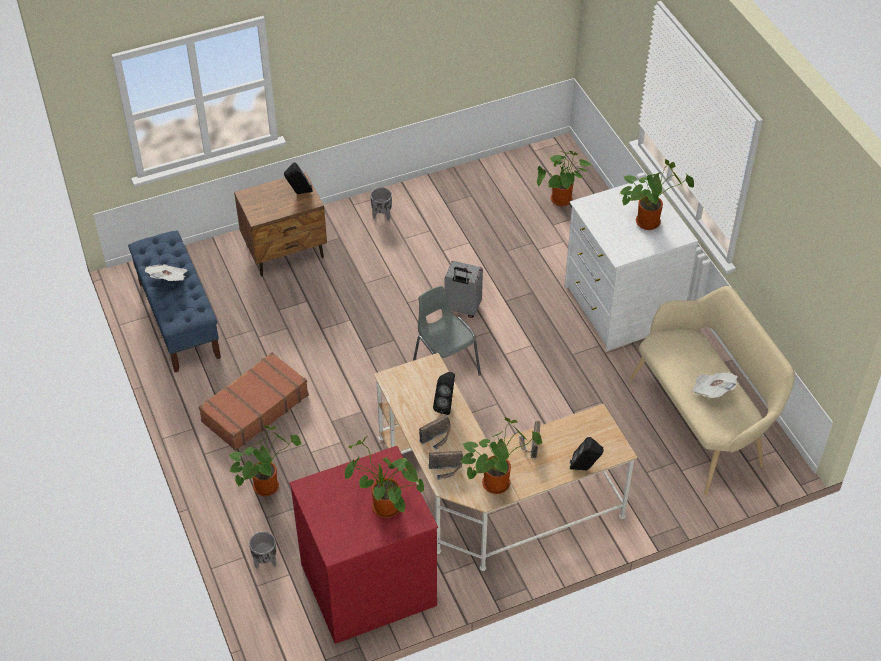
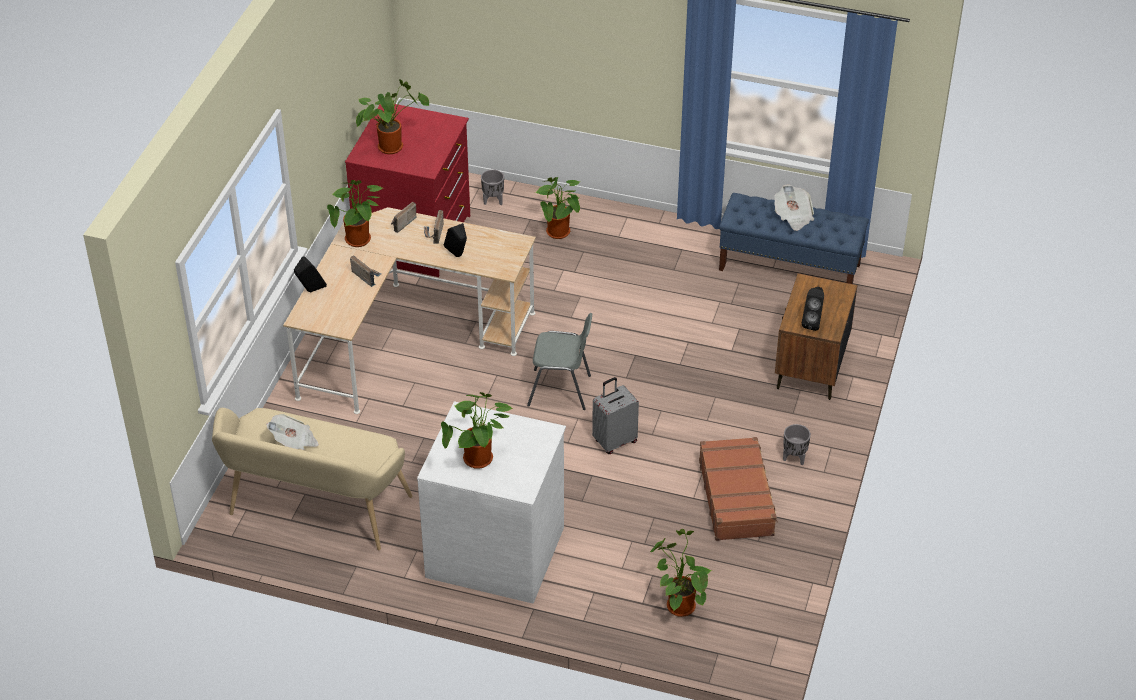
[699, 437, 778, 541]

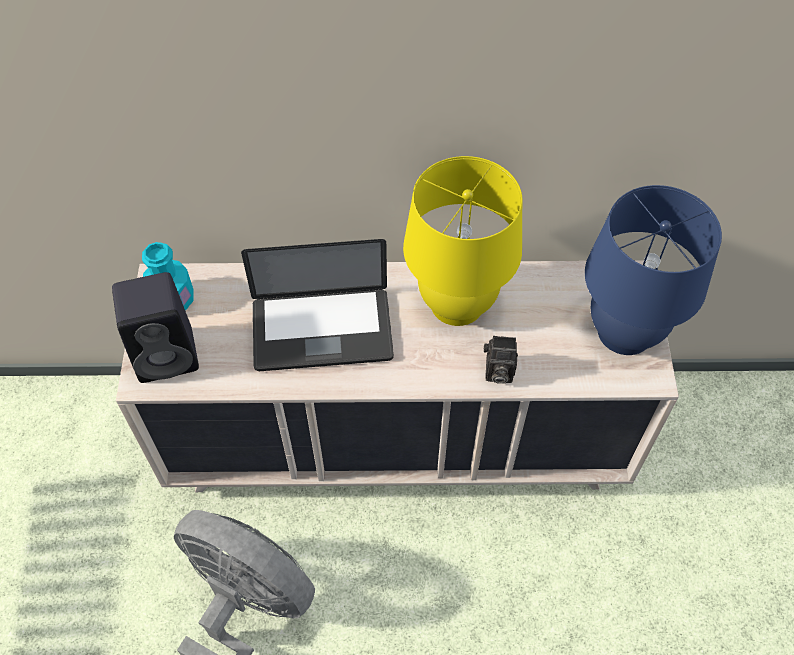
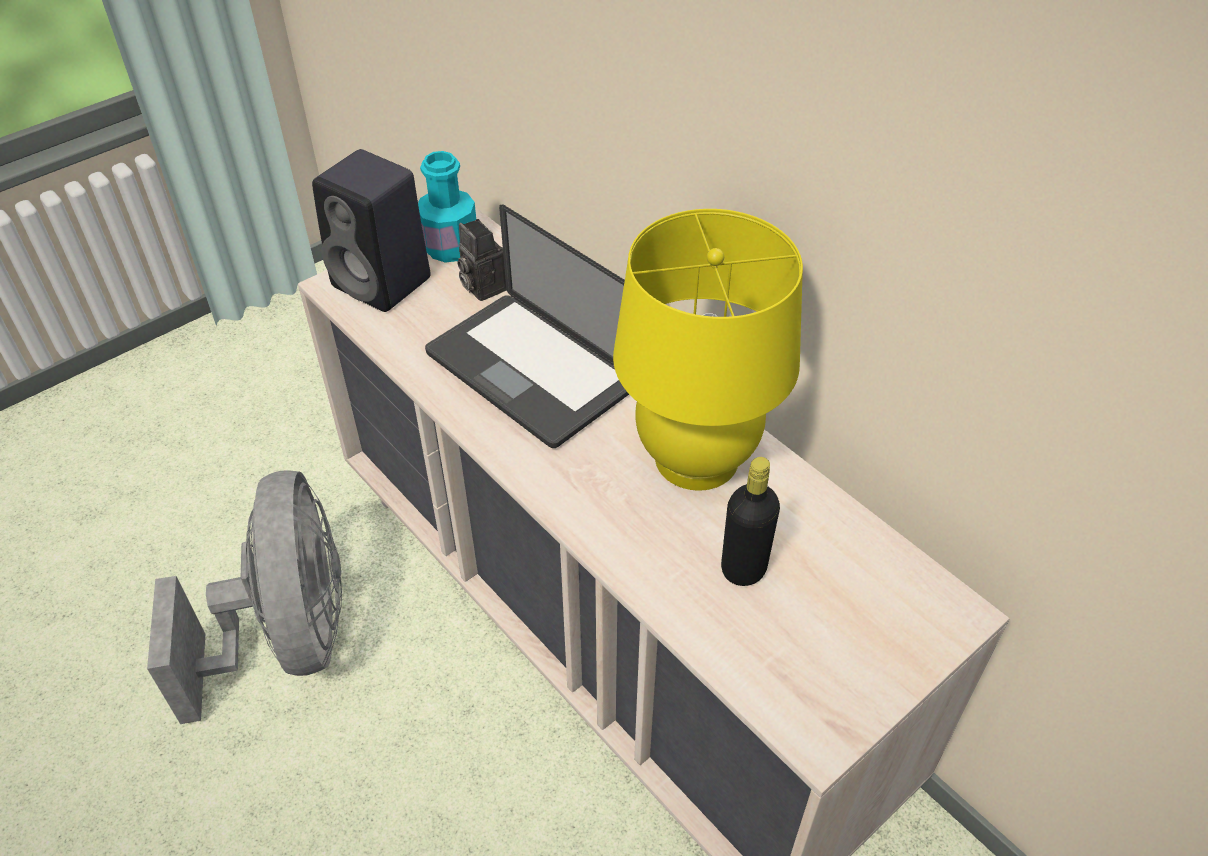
[457, 219, 507, 301]
[585, 185, 722, 355] (first image)
[721, 457, 780, 586]

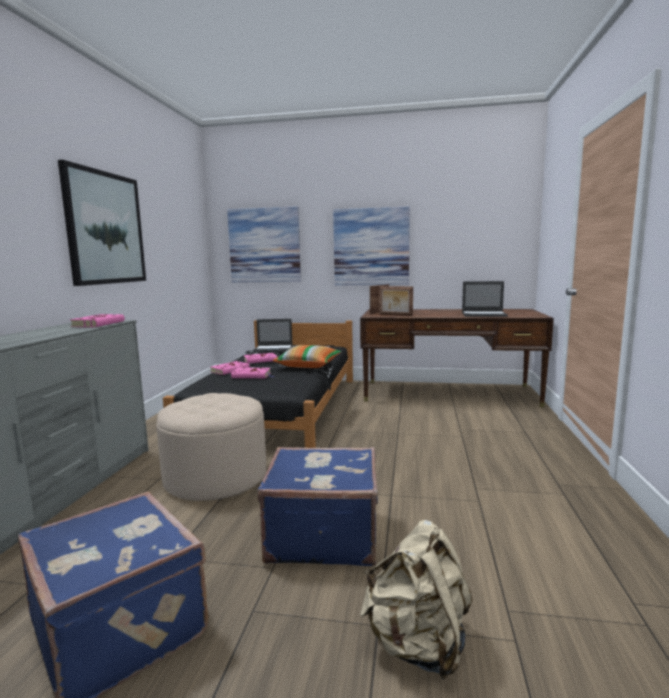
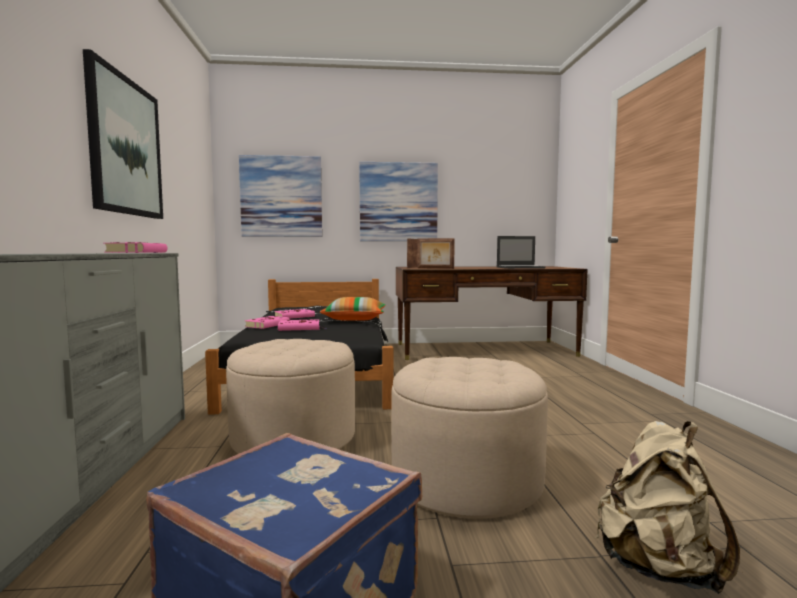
[254, 319, 293, 352] (first image)
[391, 357, 548, 519]

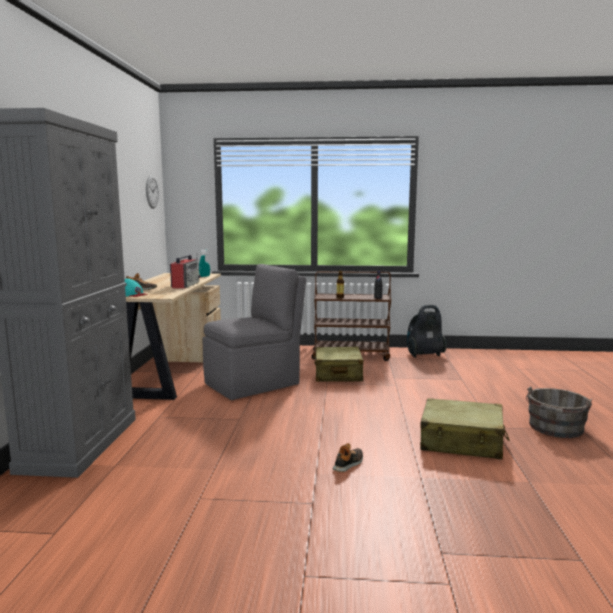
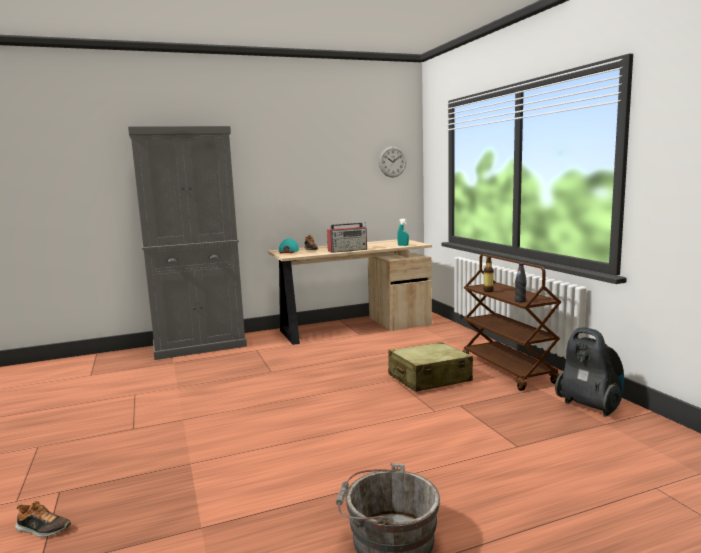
[203, 264, 306, 400] (first image)
[15, 501, 71, 537]
[420, 398, 510, 459] (first image)

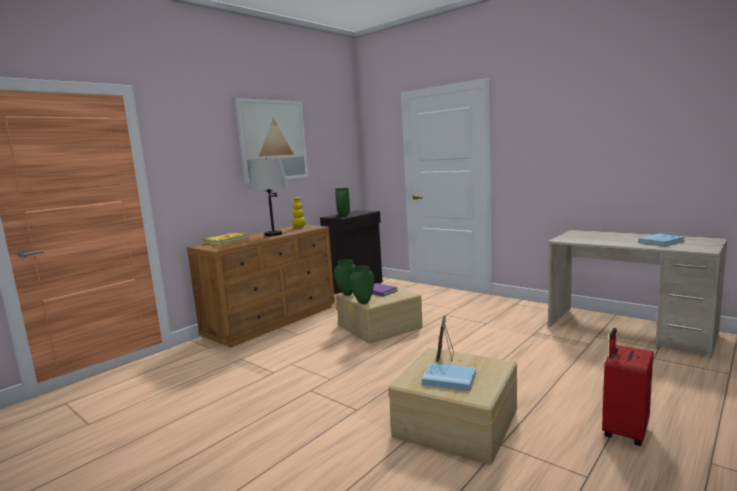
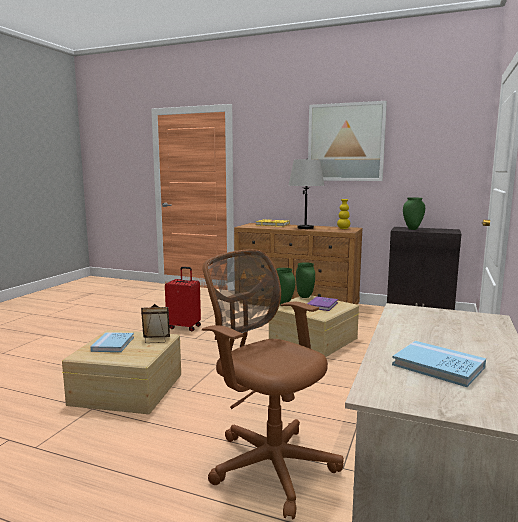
[165, 267, 201, 332]
[202, 249, 344, 520]

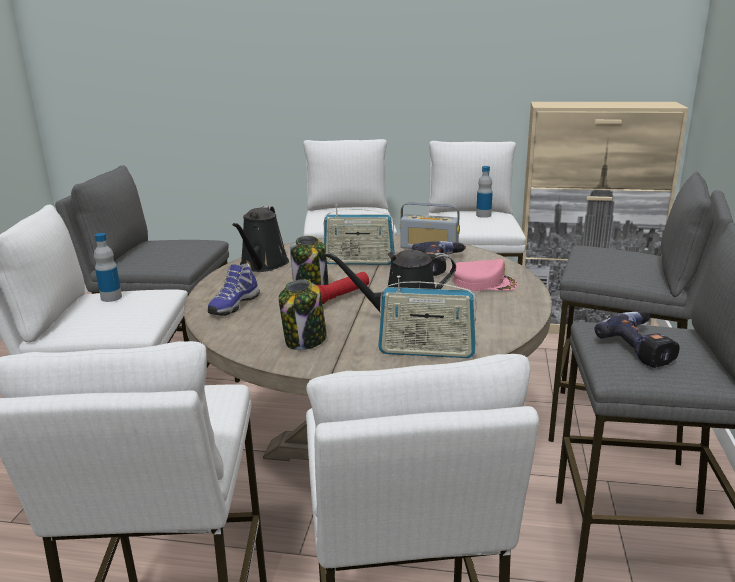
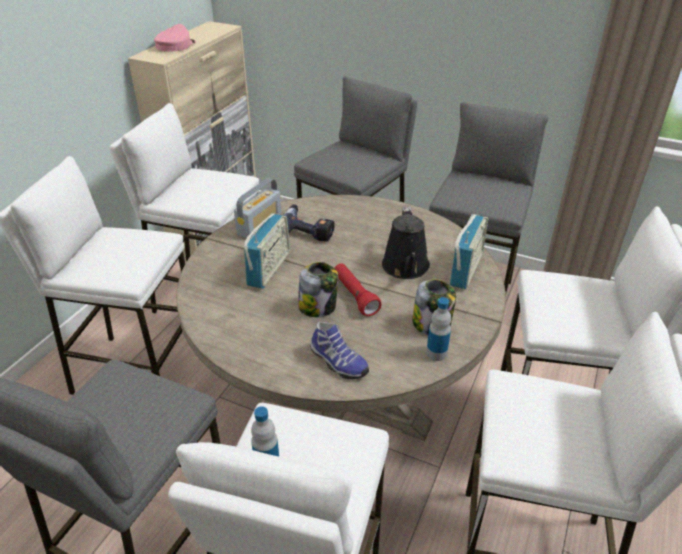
[233, 206, 289, 272] (first image)
[154, 24, 196, 51]
[426, 297, 451, 361]
[594, 311, 679, 368] (first image)

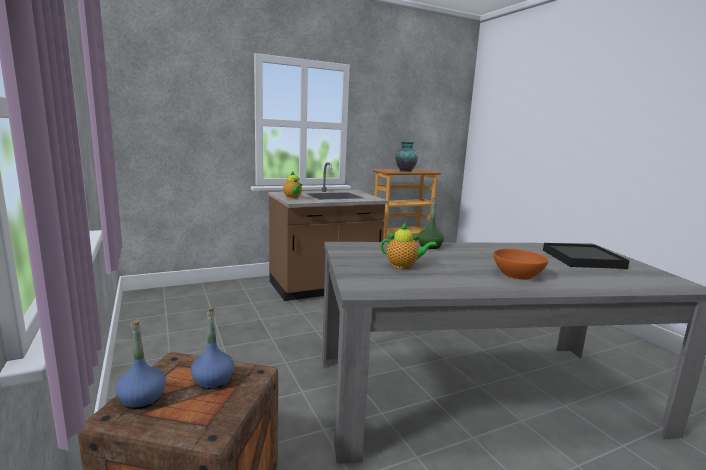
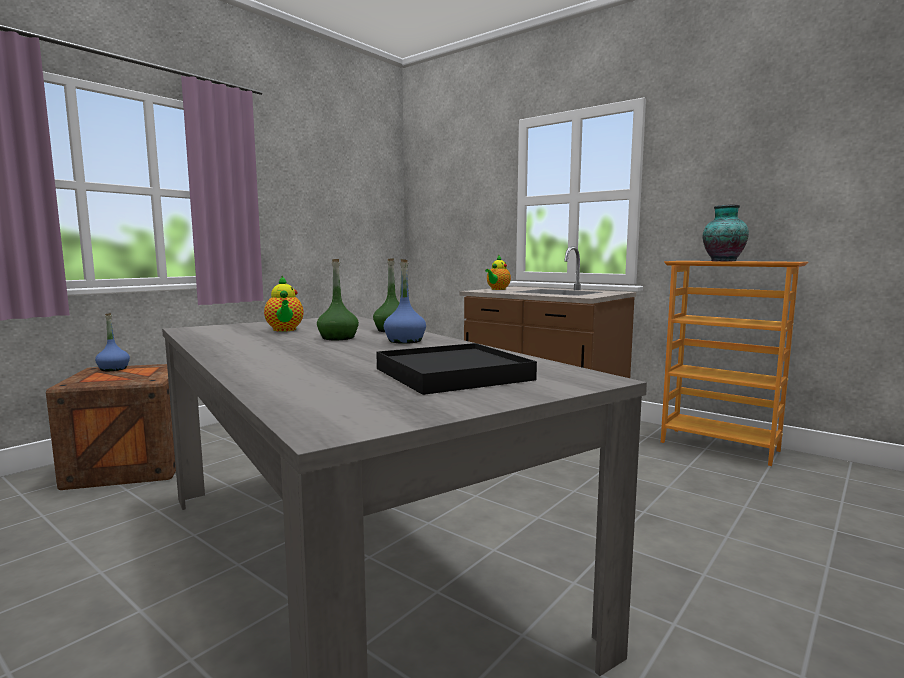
[384, 259, 426, 344]
[494, 249, 548, 280] (first image)
[317, 259, 359, 340]

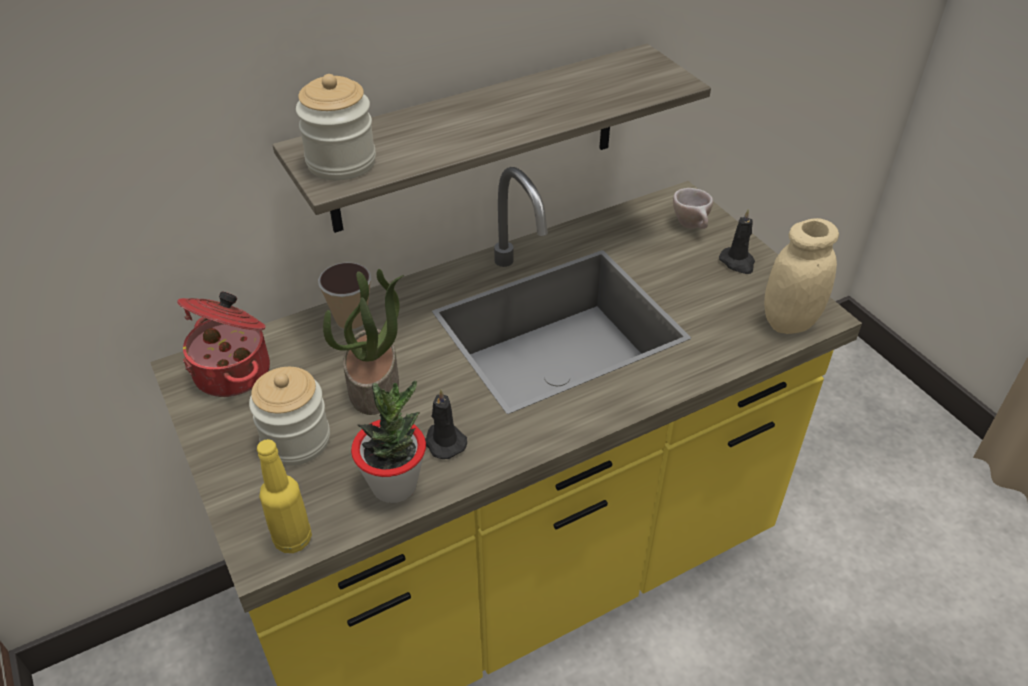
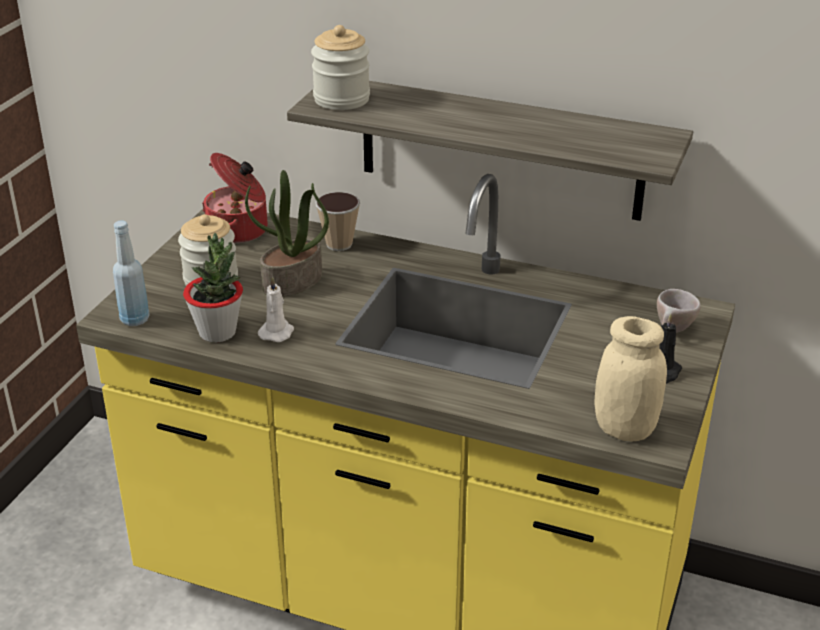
[113, 220, 150, 326]
[258, 276, 294, 342]

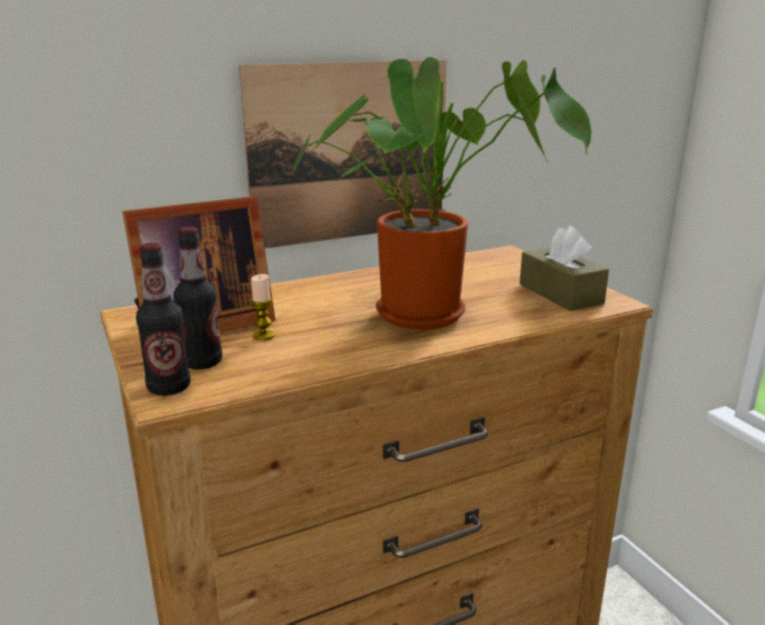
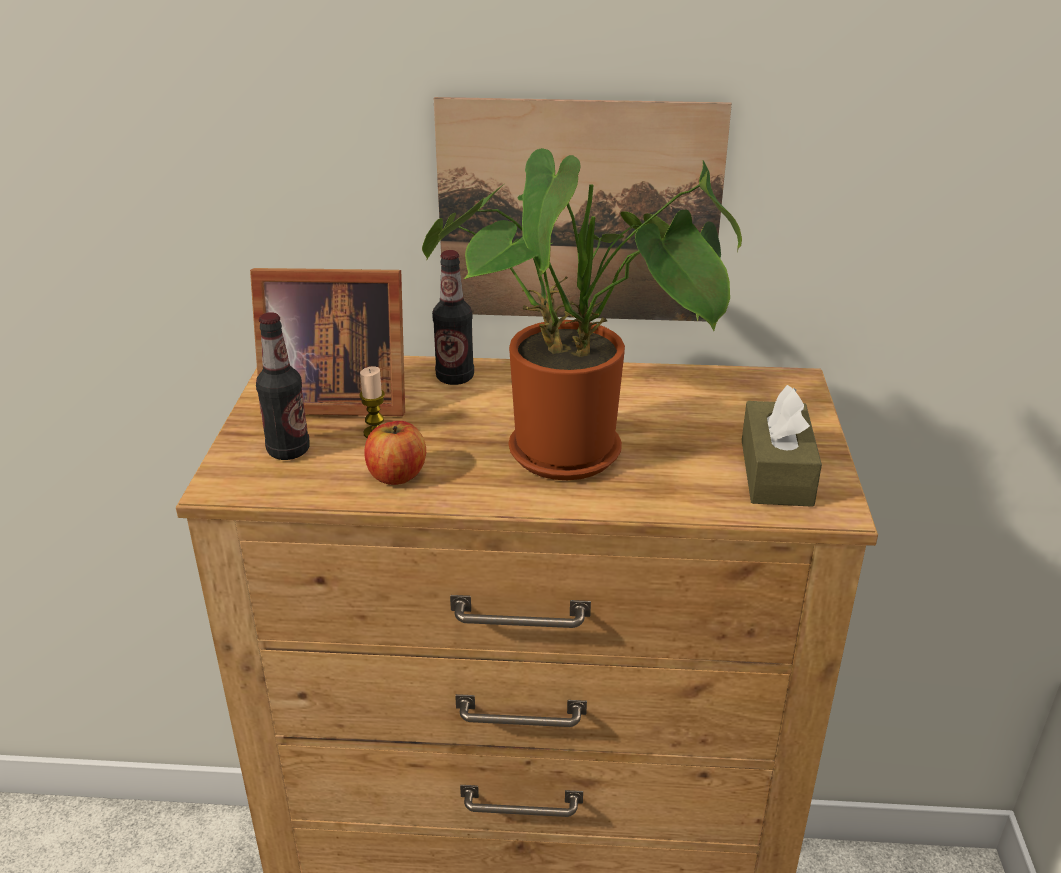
[432, 250, 474, 385]
[364, 421, 426, 485]

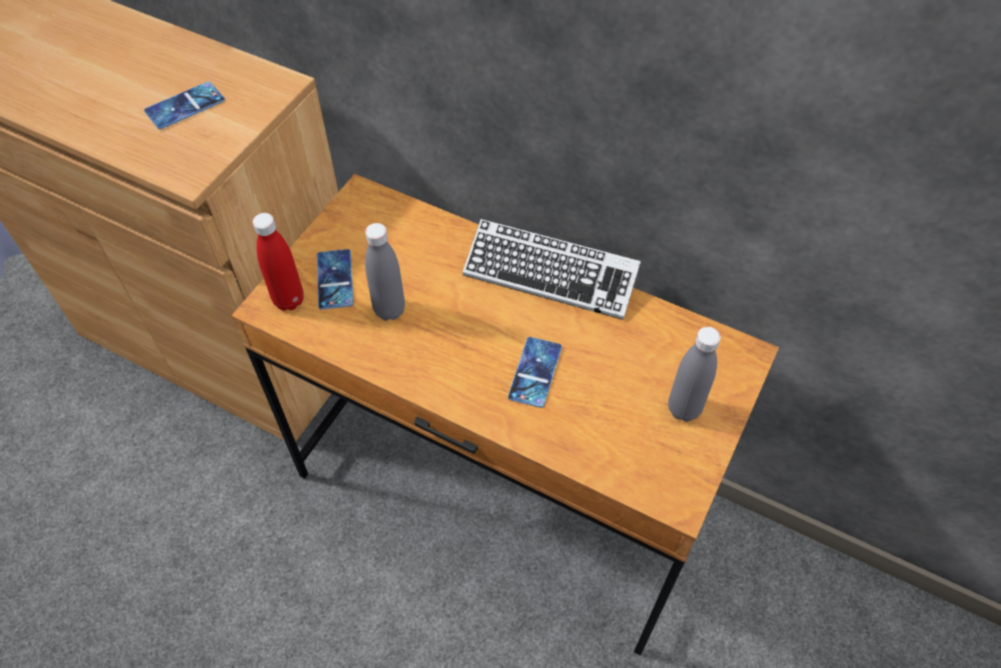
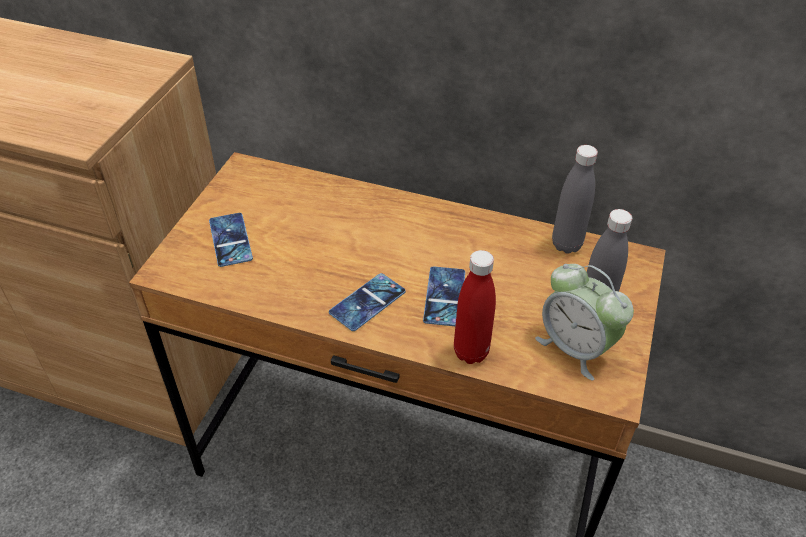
[329, 273, 406, 331]
[454, 250, 496, 364]
[552, 145, 598, 254]
[463, 219, 641, 320] (first image)
[535, 264, 634, 381]

